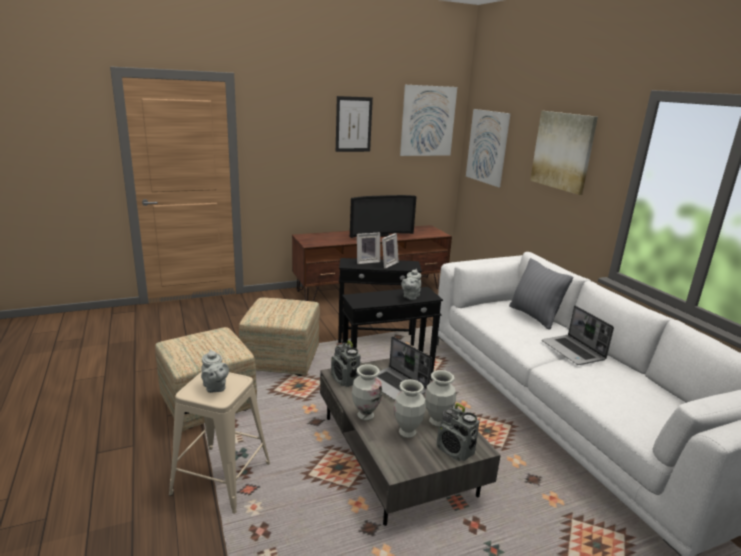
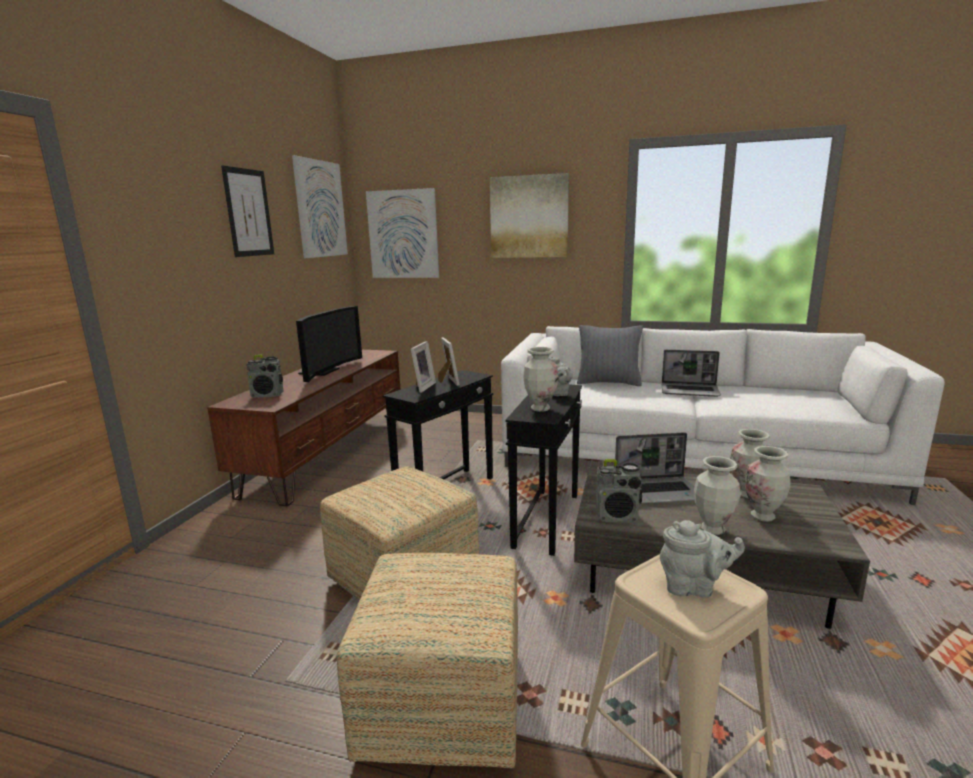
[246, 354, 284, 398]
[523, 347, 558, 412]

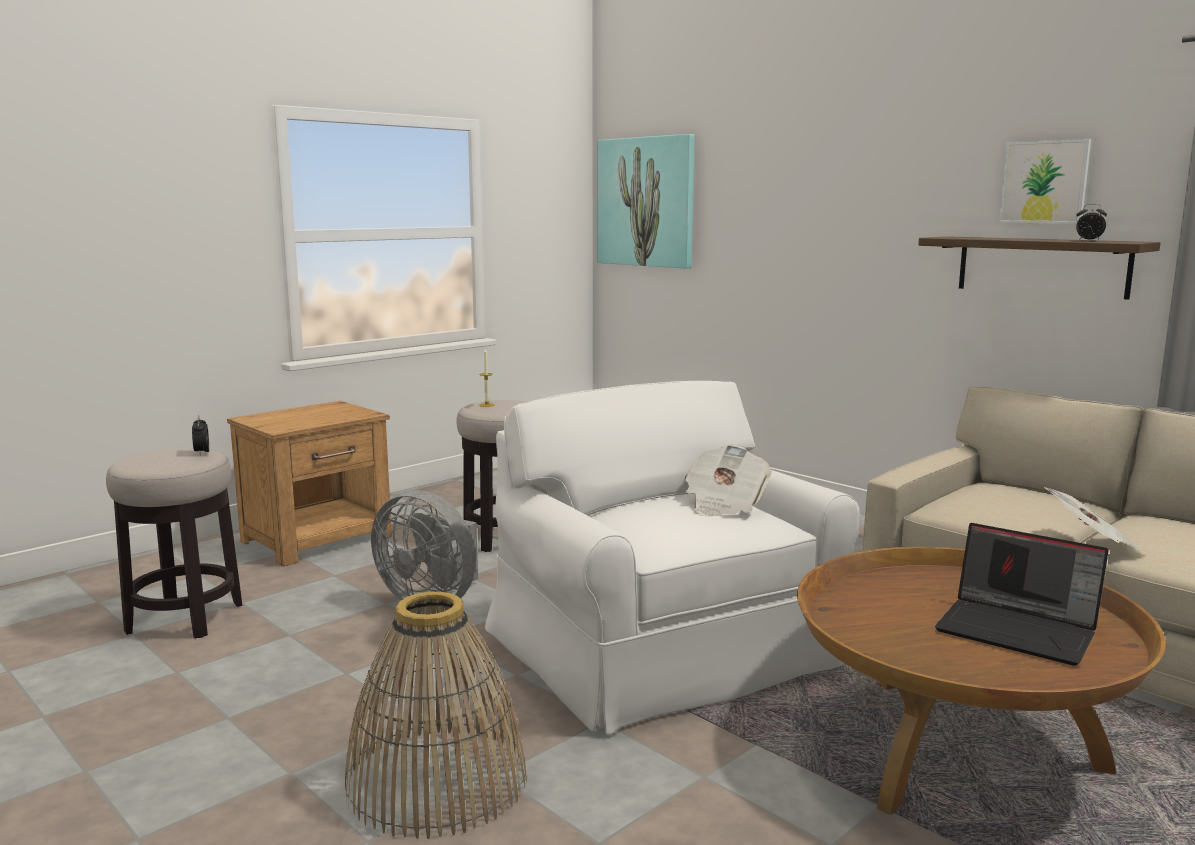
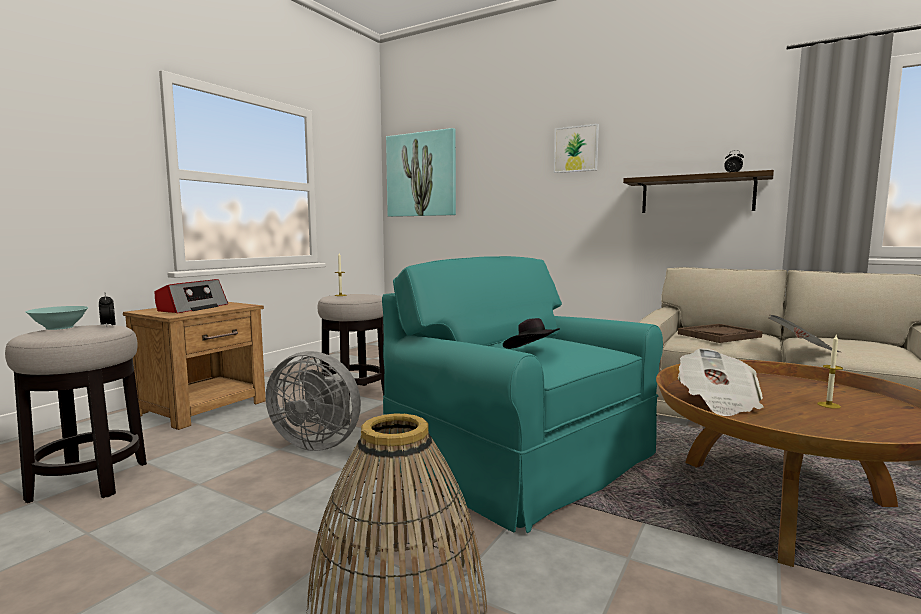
[379, 256, 663, 533]
[678, 348, 763, 416]
[817, 335, 843, 409]
[554, 124, 599, 173]
[26, 306, 89, 330]
[154, 279, 228, 313]
[503, 318, 560, 349]
[678, 324, 763, 343]

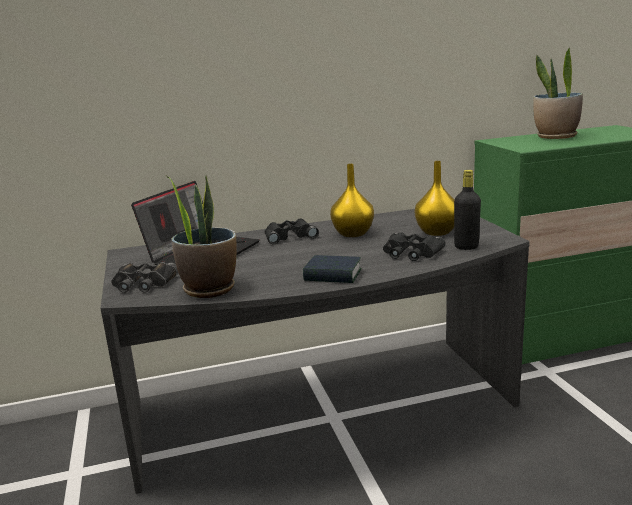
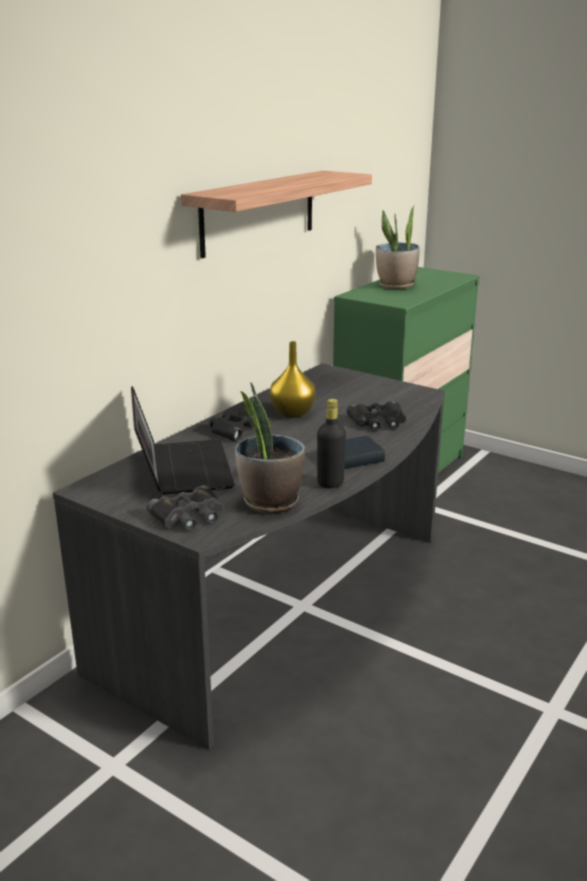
[415, 161, 454, 236] (first image)
[317, 399, 346, 488]
[181, 171, 372, 258]

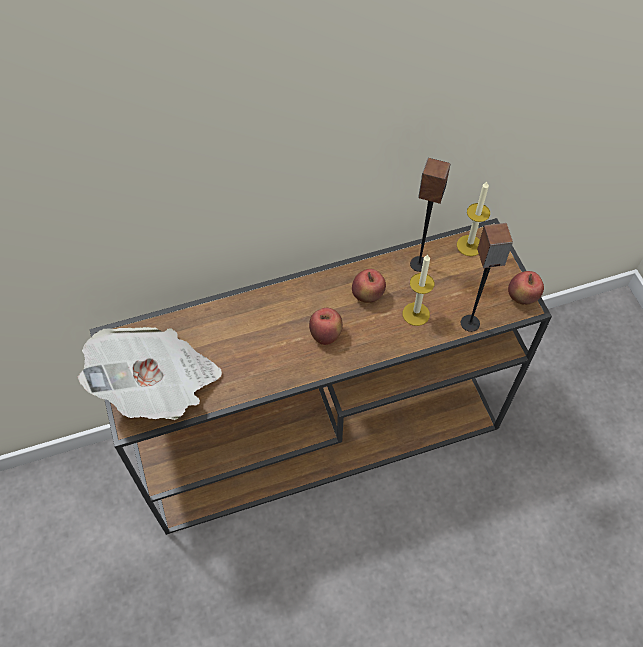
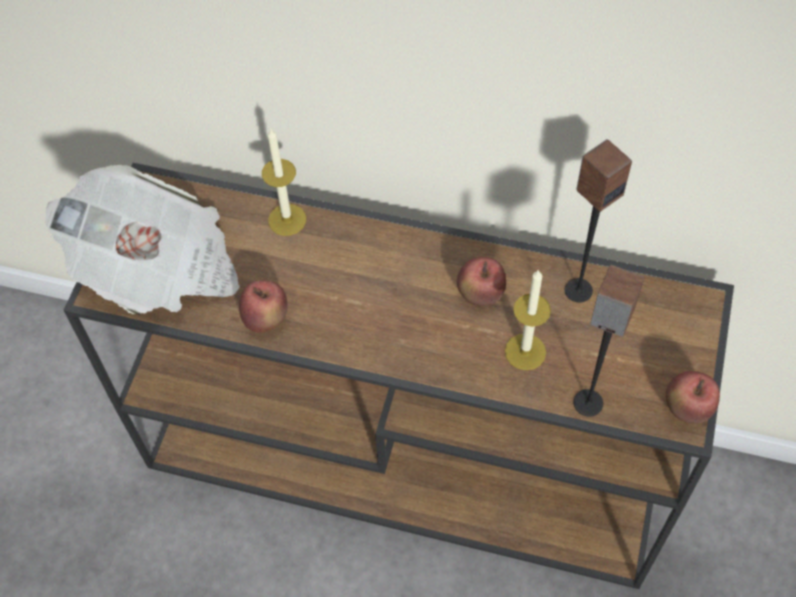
[239, 280, 288, 333]
[262, 129, 306, 236]

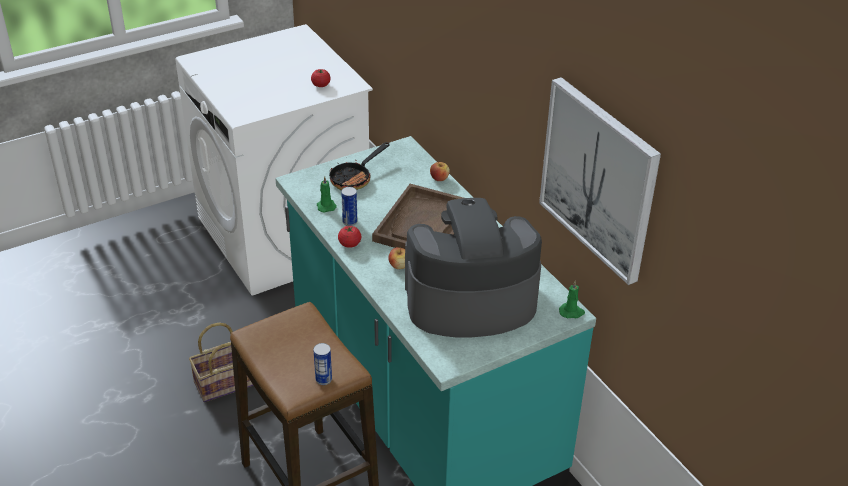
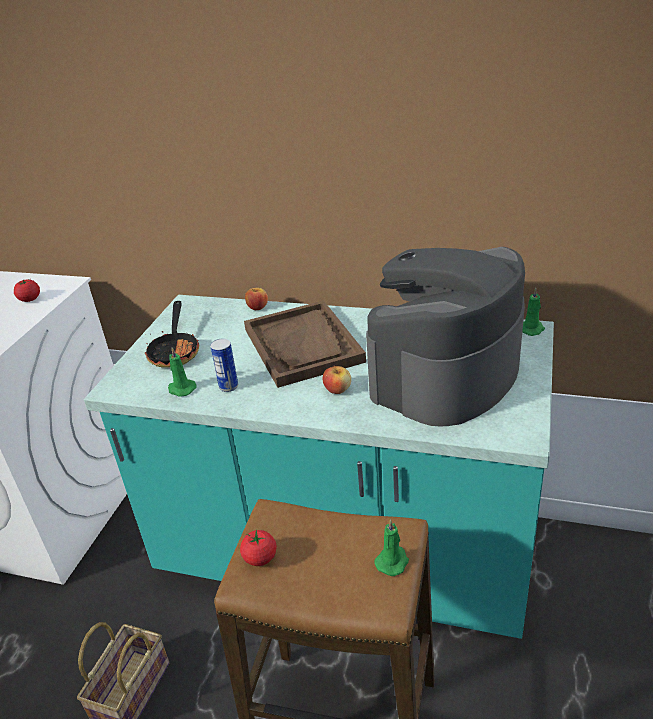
[375, 519, 409, 576]
[240, 529, 277, 566]
[539, 77, 661, 285] (first image)

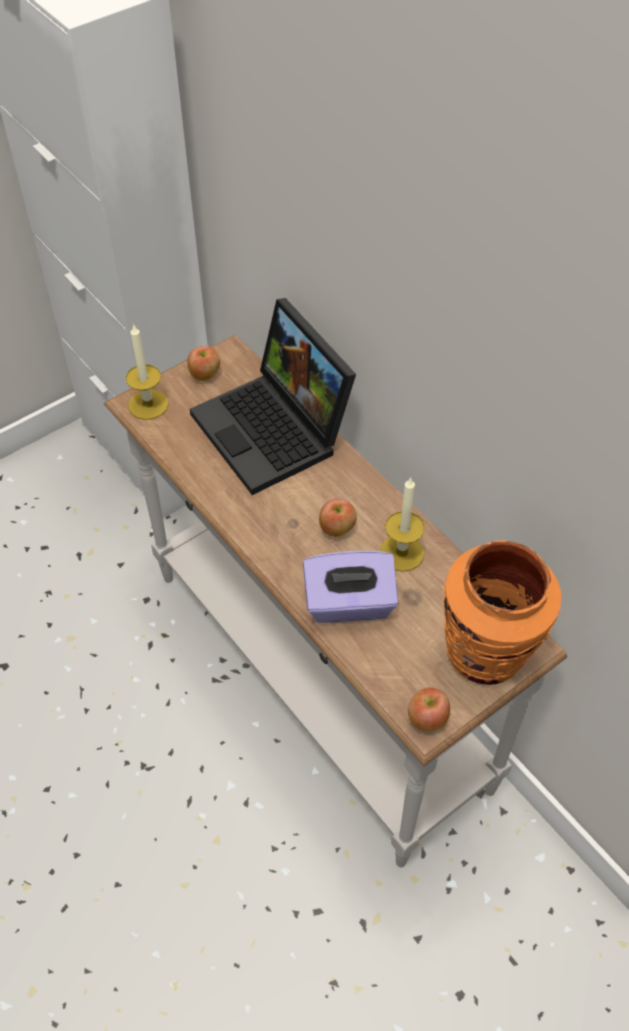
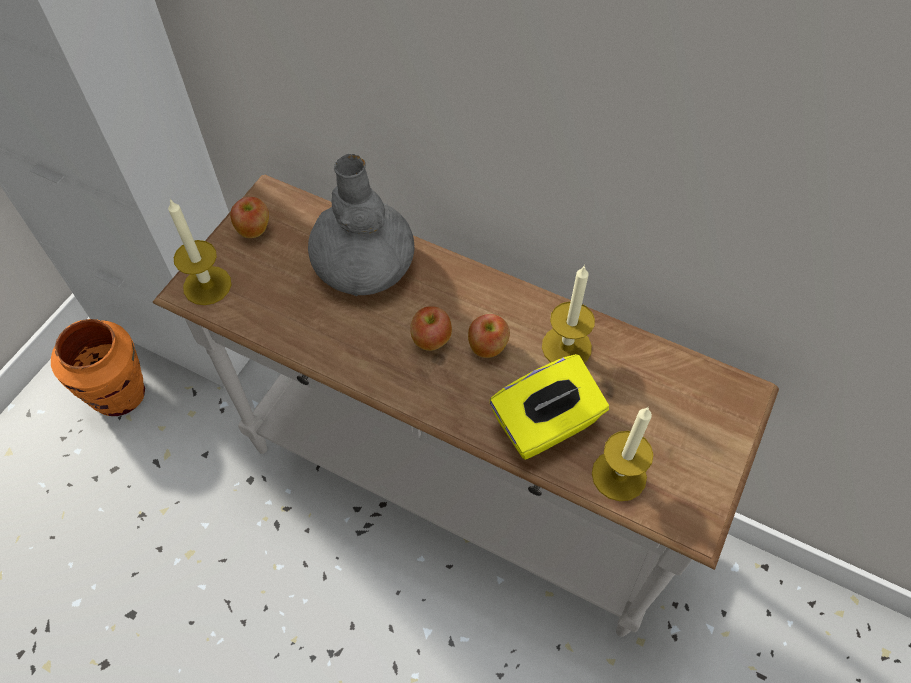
[308, 154, 414, 296]
[490, 354, 609, 460]
[410, 306, 452, 351]
[51, 319, 145, 416]
[592, 408, 653, 501]

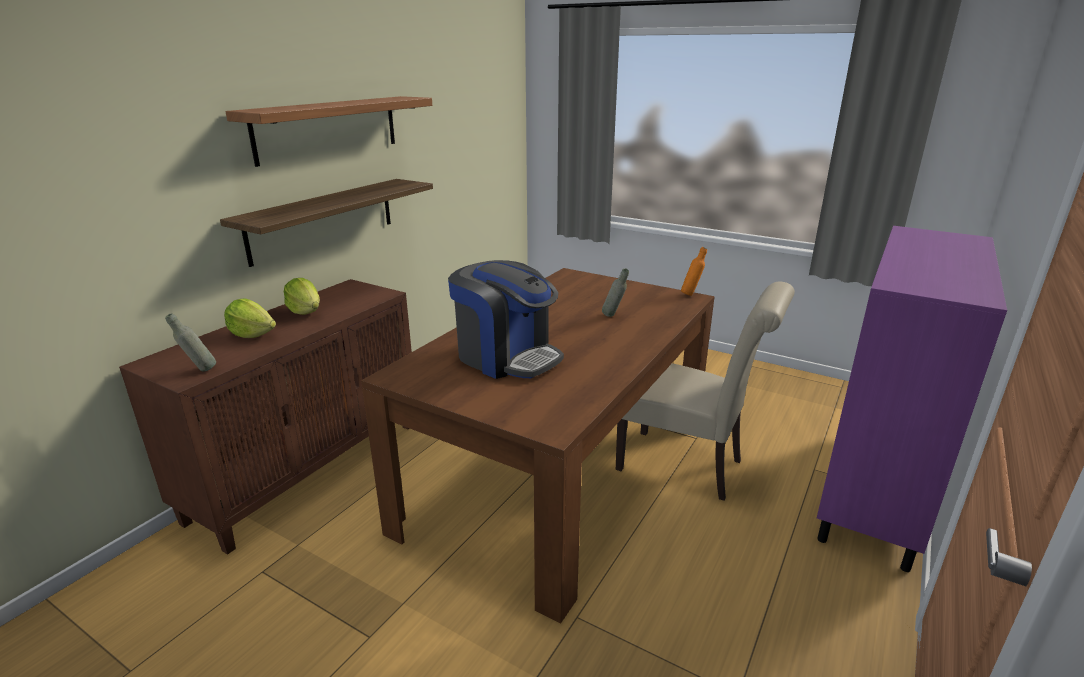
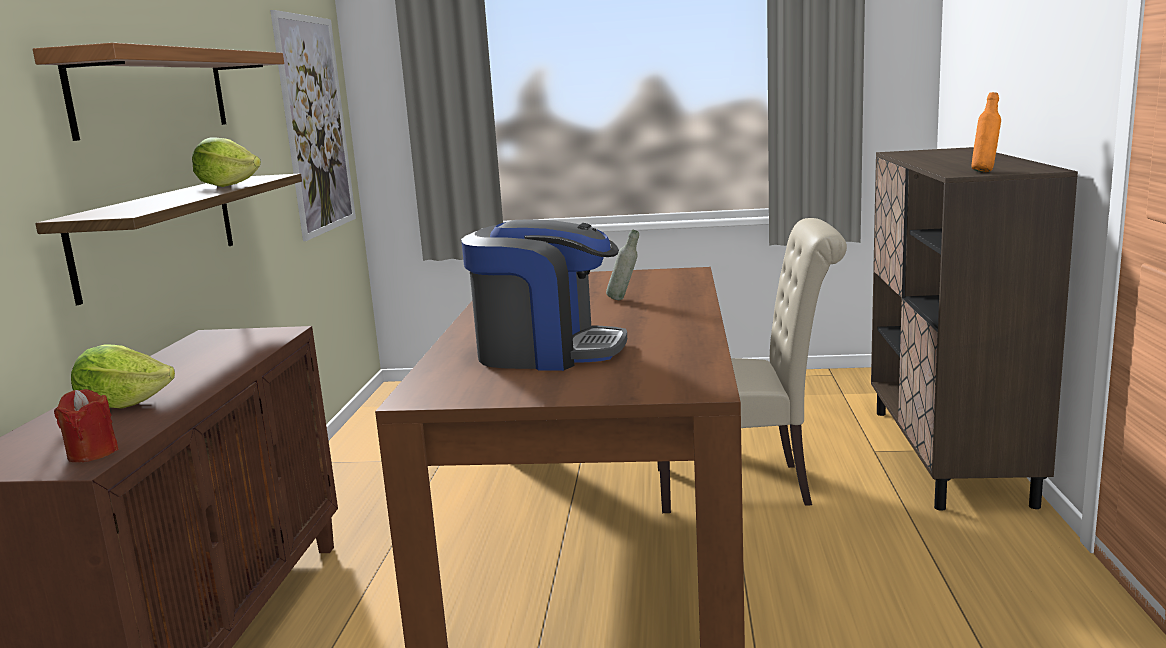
[54, 389, 119, 462]
[192, 137, 261, 187]
[971, 92, 1001, 172]
[871, 147, 1078, 511]
[270, 10, 356, 241]

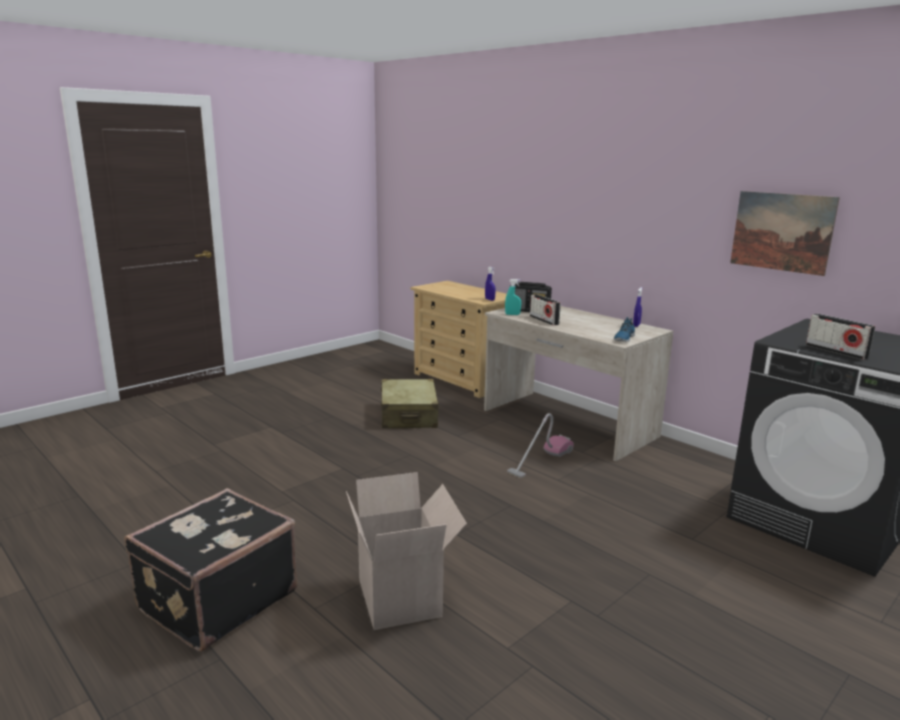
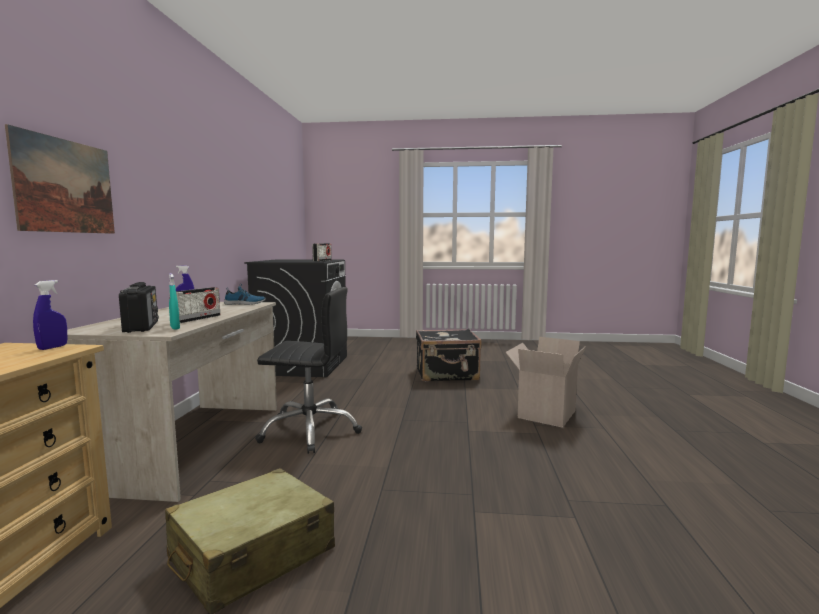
[416, 329, 482, 382]
[255, 287, 362, 454]
[5, 124, 115, 234]

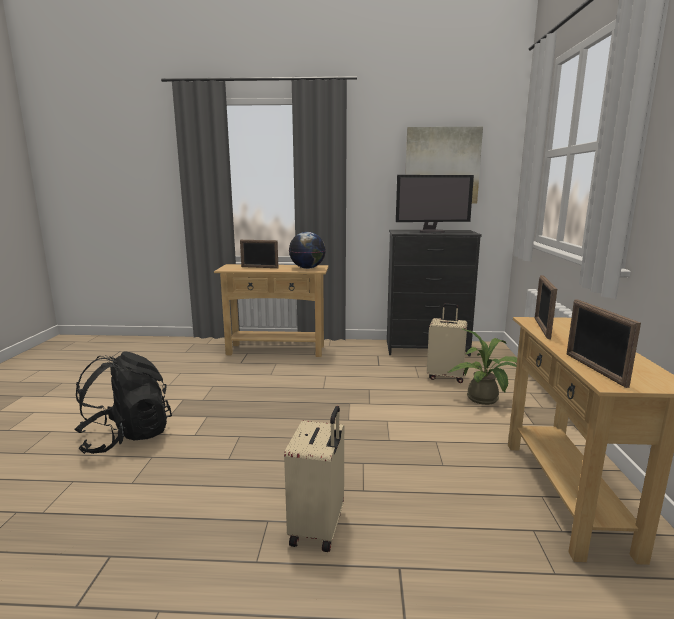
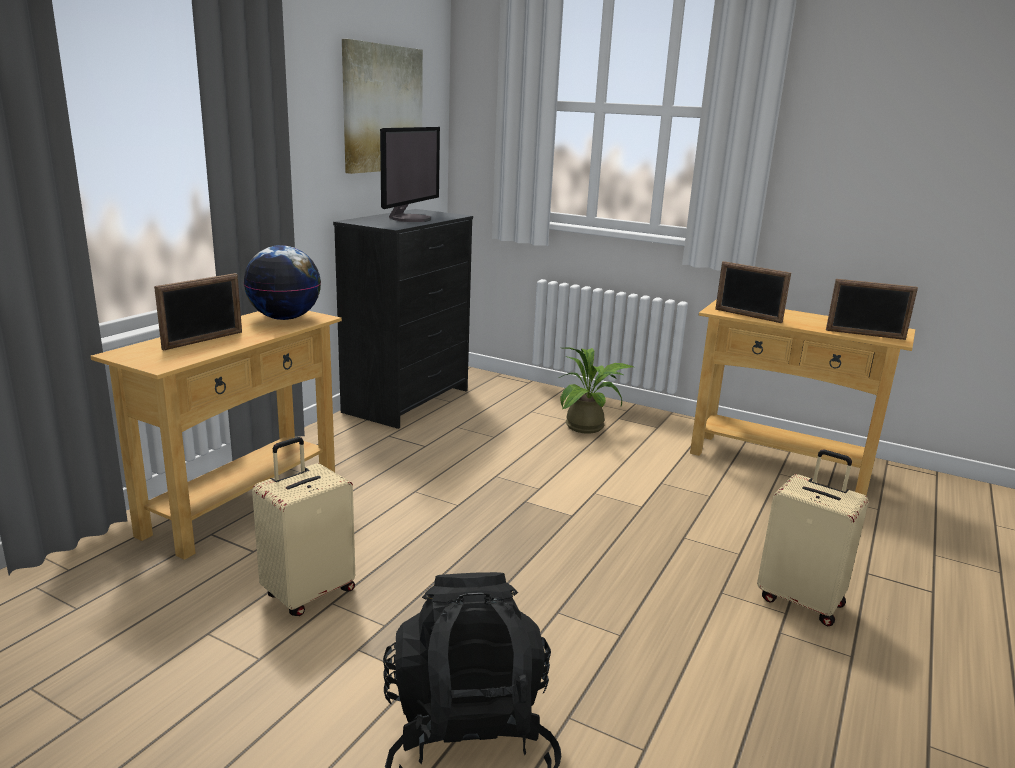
[252, 437, 355, 616]

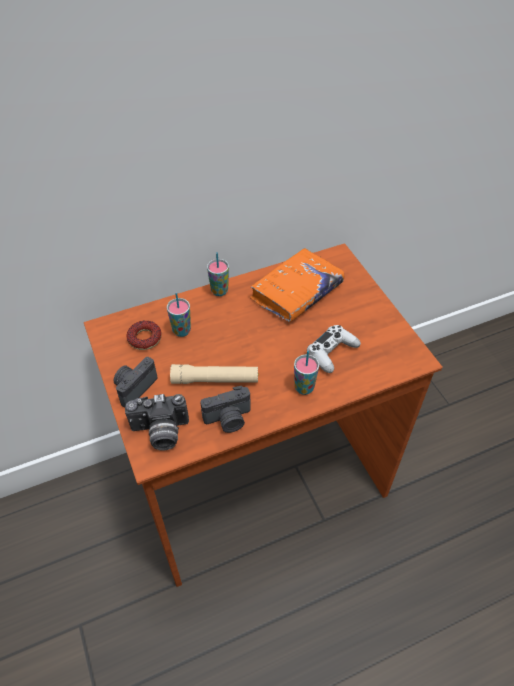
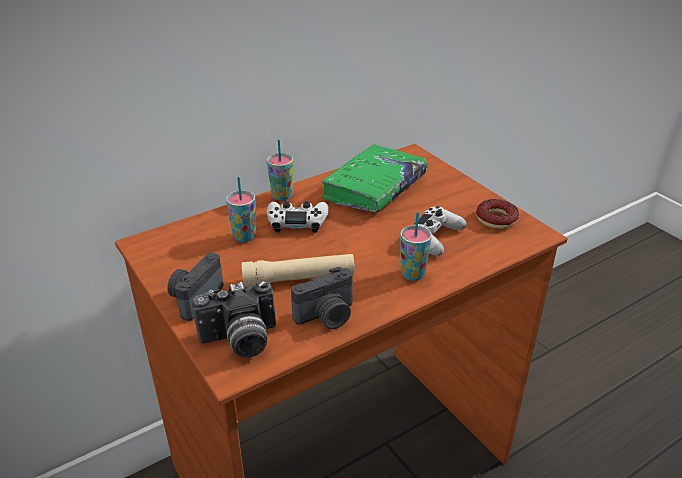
[476, 199, 519, 229]
[321, 144, 427, 213]
[267, 201, 329, 233]

